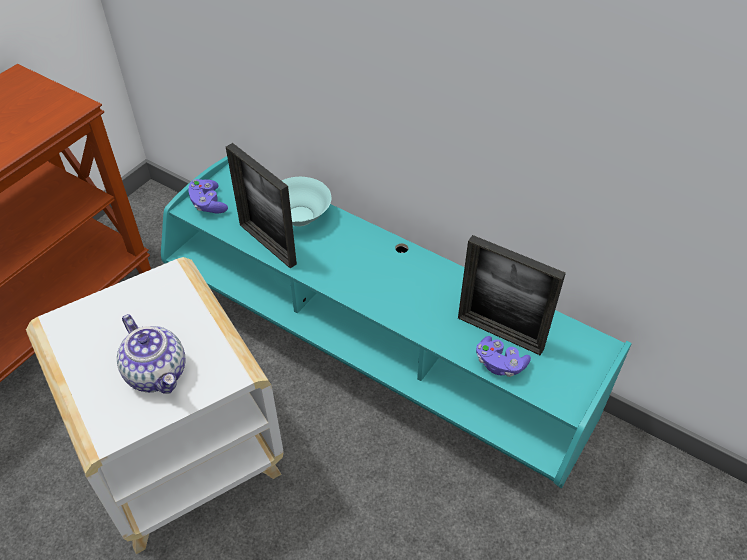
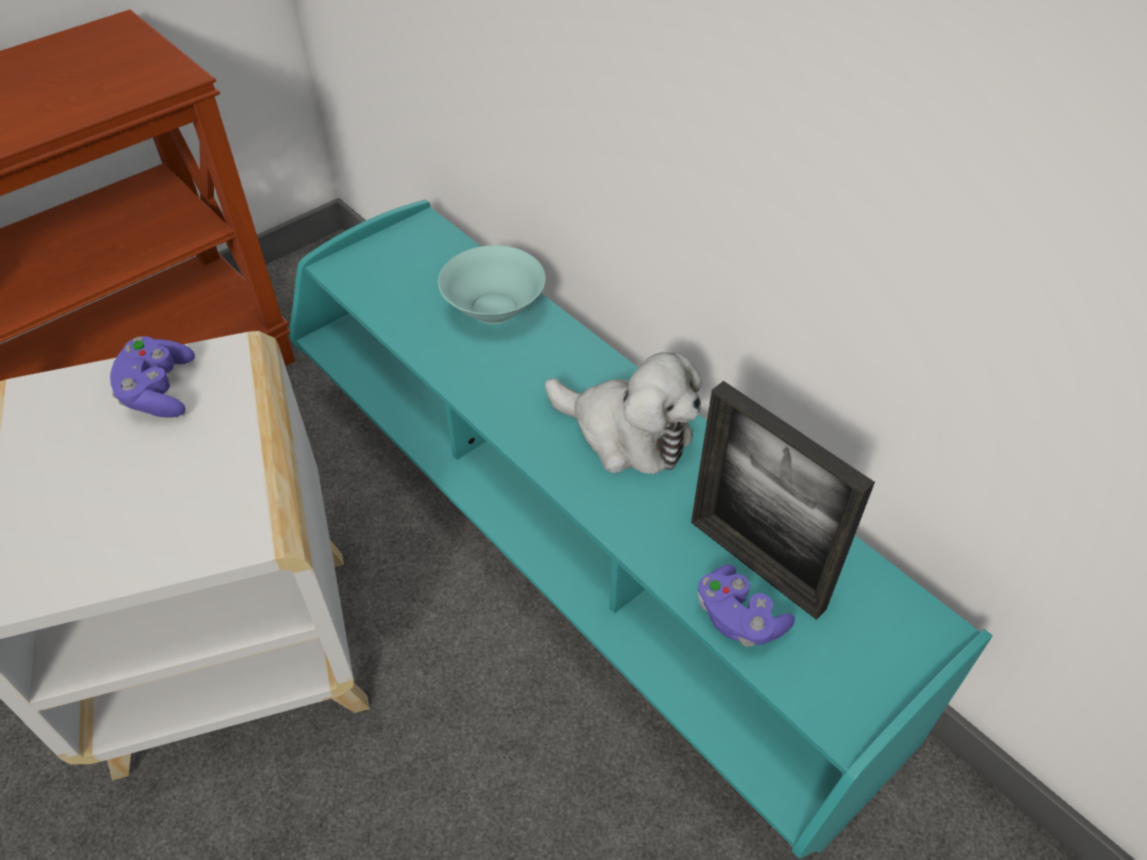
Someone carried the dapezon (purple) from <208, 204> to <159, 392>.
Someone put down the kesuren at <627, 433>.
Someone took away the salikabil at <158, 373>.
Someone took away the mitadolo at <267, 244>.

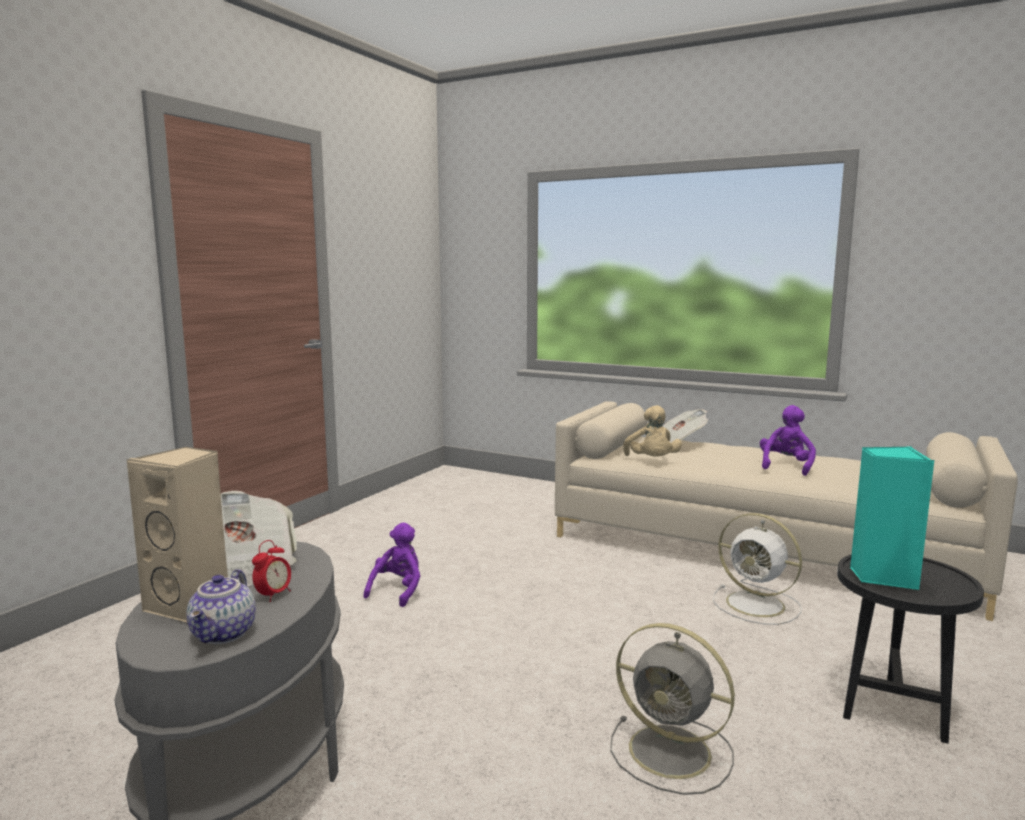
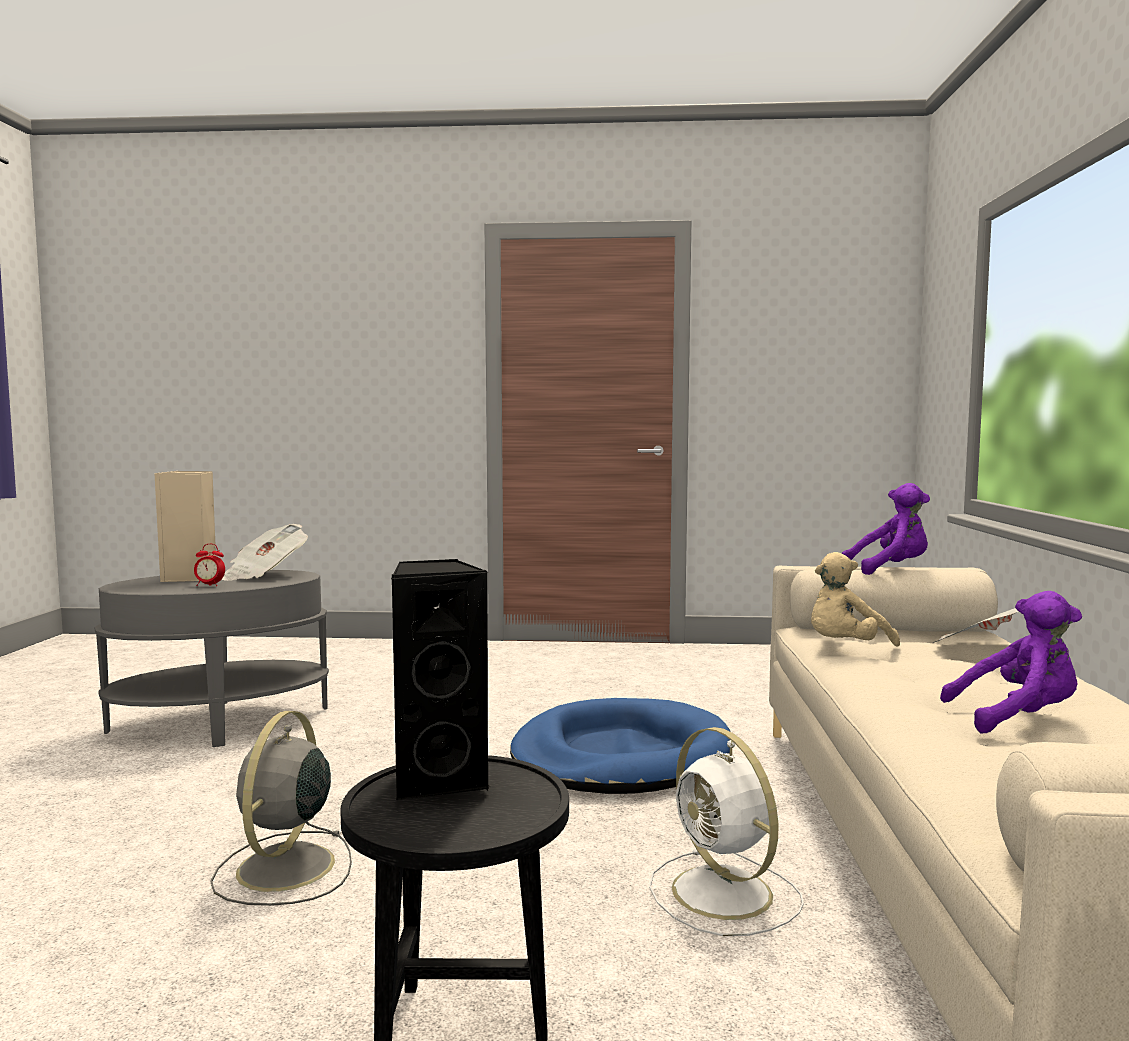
Someone repainted the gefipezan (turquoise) at <882, 576>, which became the gefipezan (black) at <439, 779>.
Someone put down the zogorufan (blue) at <620, 756>.
Someone rotated the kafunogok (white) at <758, 605> by 45 degrees counterclockwise.
Someone carried the kesuren (purple) from <398, 590> to <890, 570>.
Someone took away the salikabil at <224, 634>.

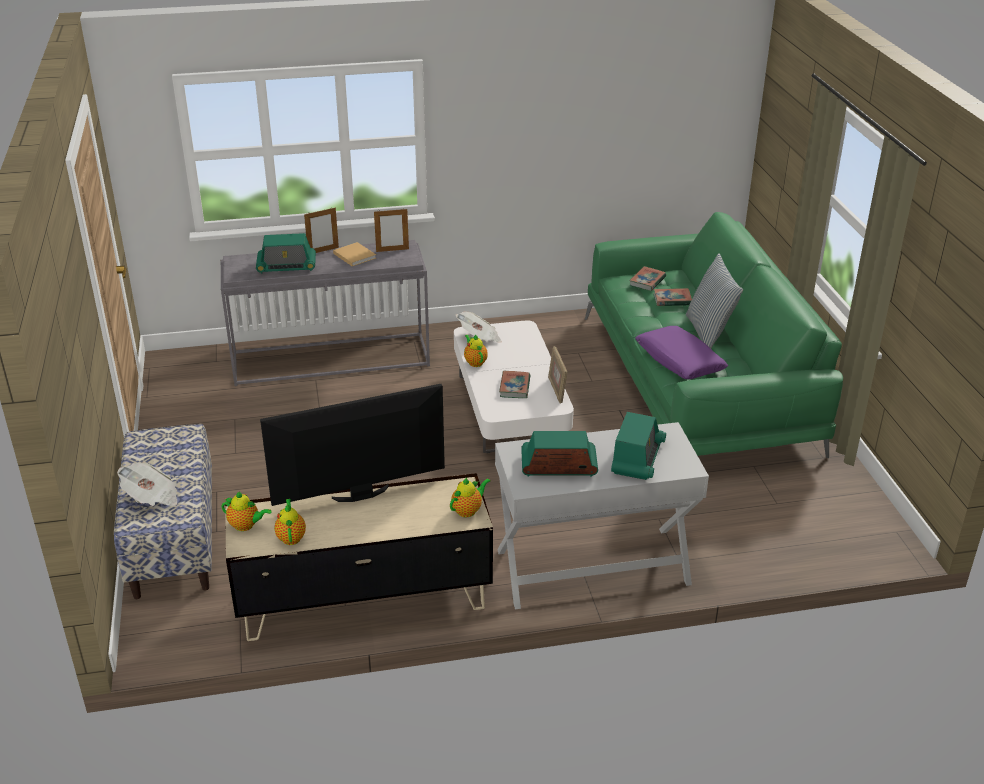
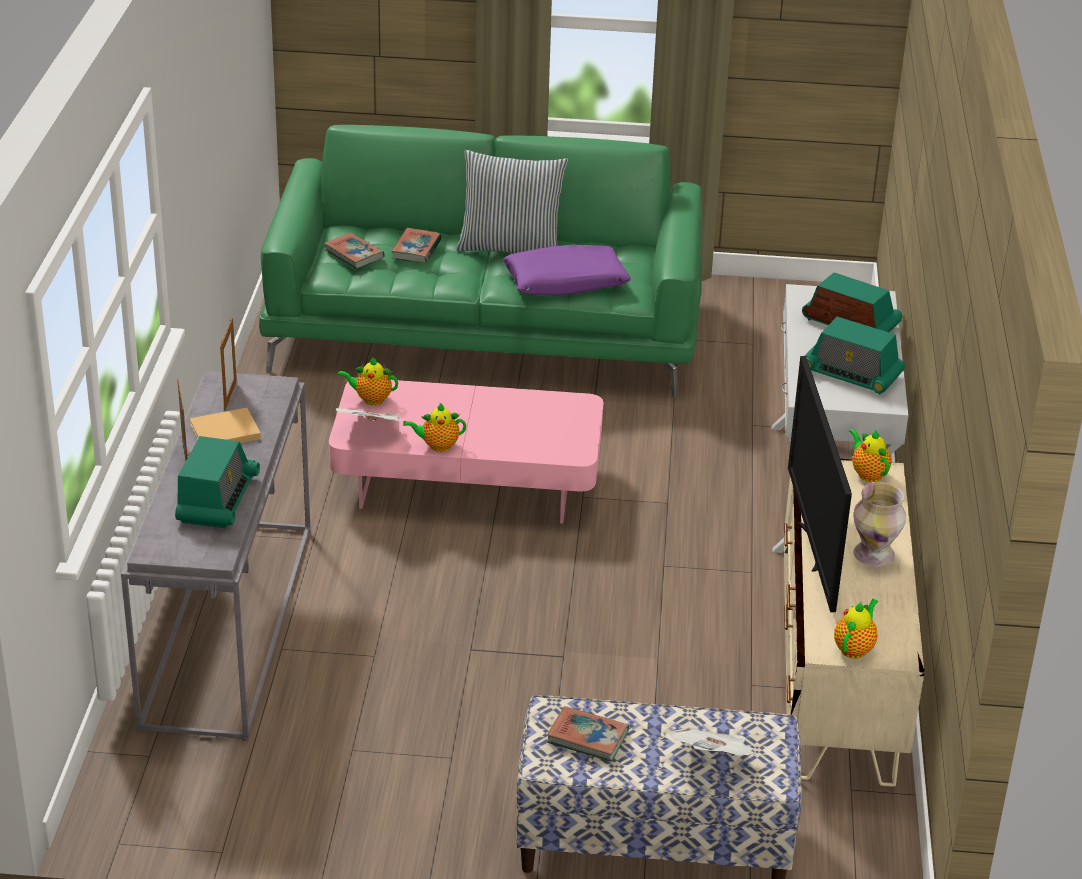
Someone repainted the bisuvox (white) at <510, 409>, which became the bisuvox (pink) at <467, 482>.
Someone carried the salikabil from <291, 537> to <371, 399>.
Someone carried the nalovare from <514, 387> to <587, 738>.
Someone rotated the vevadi at <558, 466> by 75 degrees counterclockwise.
Someone put down the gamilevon at <874, 556>.
Someone took away the mitadolo at <556, 390>.

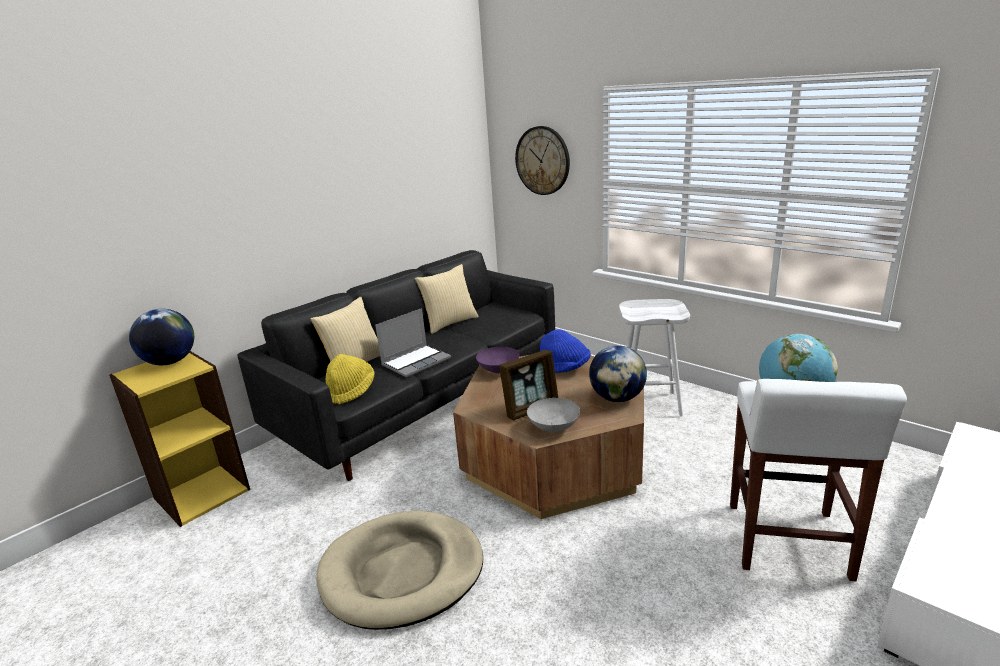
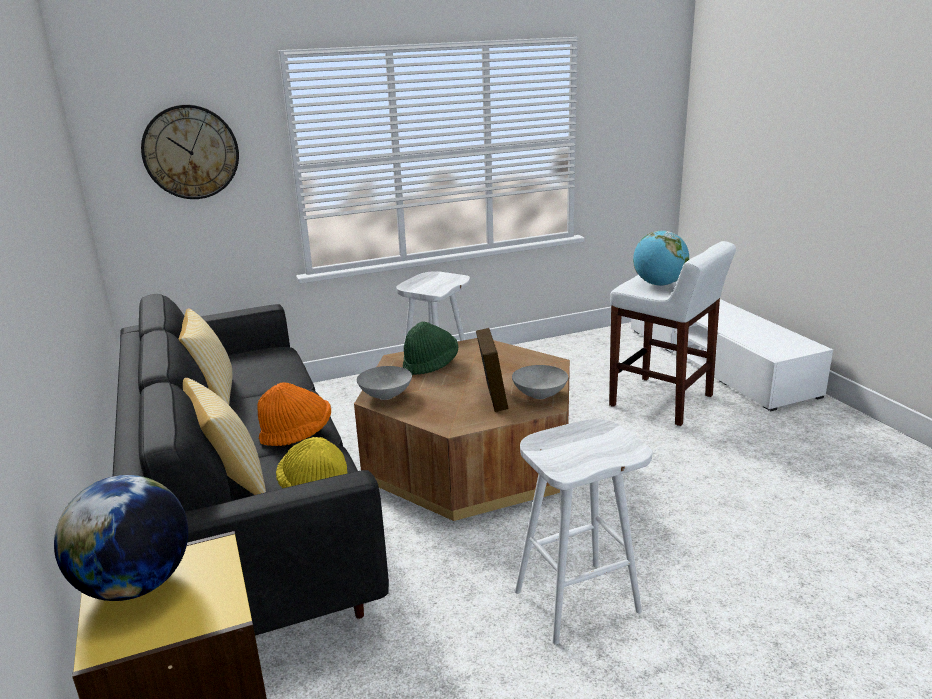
Someone swapped the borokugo at <416, 362> for the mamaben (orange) at <297, 435>.
Someone repainted the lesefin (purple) at <499, 370>, which became the lesefin (grey) at <385, 395>.
Someone repainted the mamaben (blue) at <565, 368>, which became the mamaben (green) at <430, 365>.
Someone swapped the zogorufan (beige) at <402, 572> for the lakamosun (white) at <577, 600>.
Someone took away the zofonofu at <617, 398>.

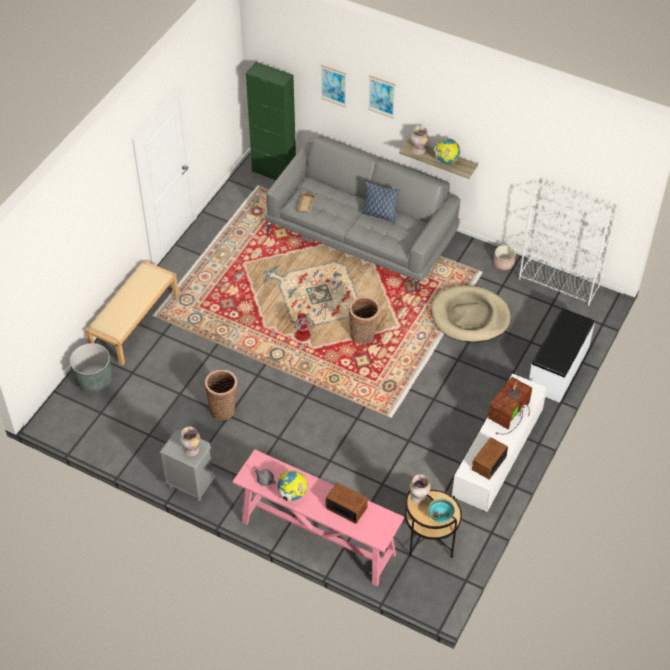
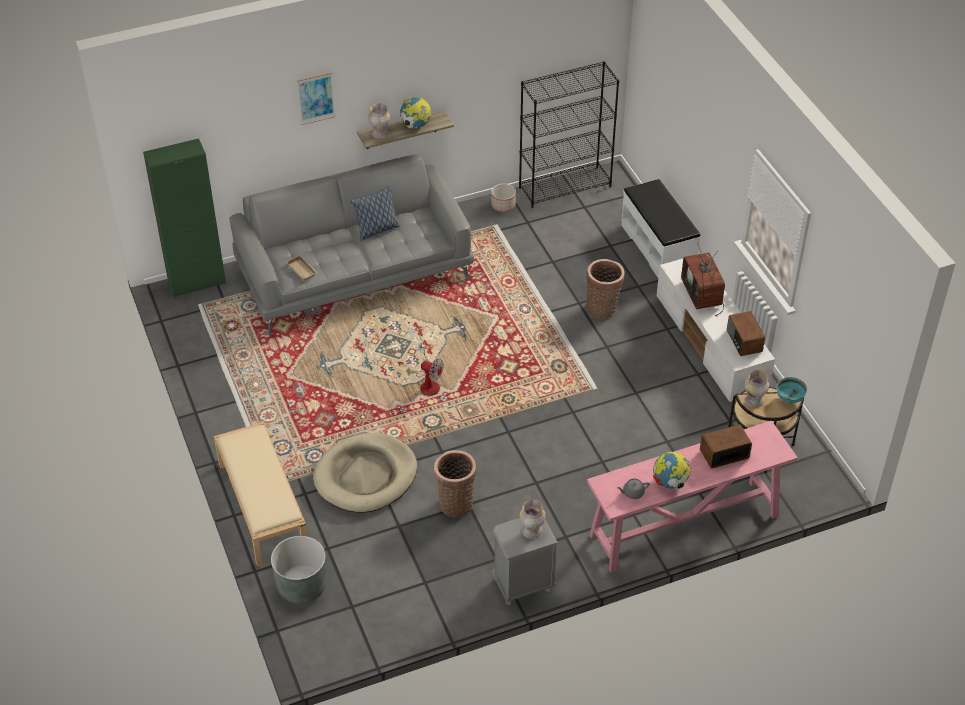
Someone carried the zogorufan (beige) from <470, 317> to <366, 476>.
Someone repainted the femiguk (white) at <559, 282>, which became the femiguk (black) at <565, 187>.
Someone carried the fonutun from <363, 335> to <602, 309>.
Someone took away the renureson at <333, 85>.

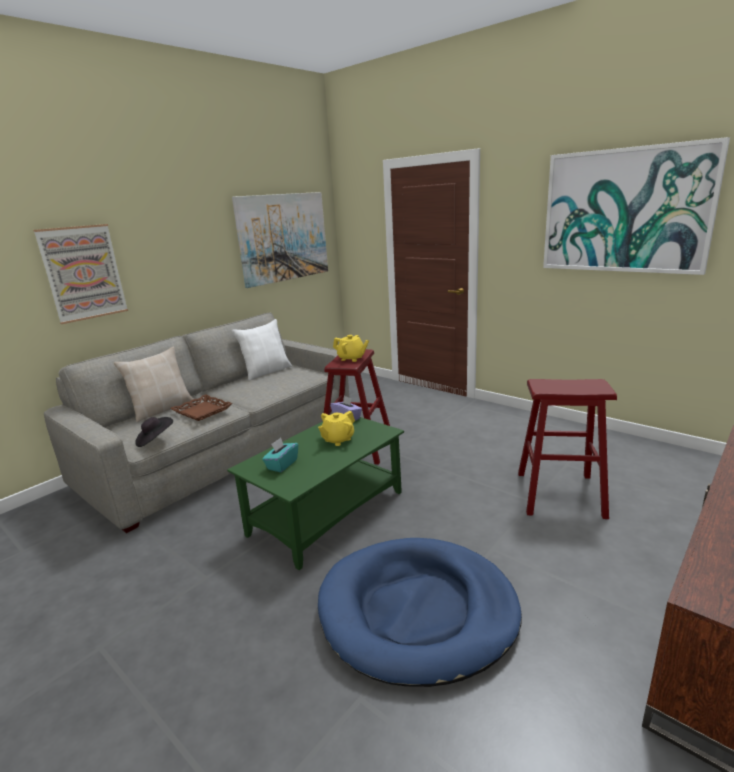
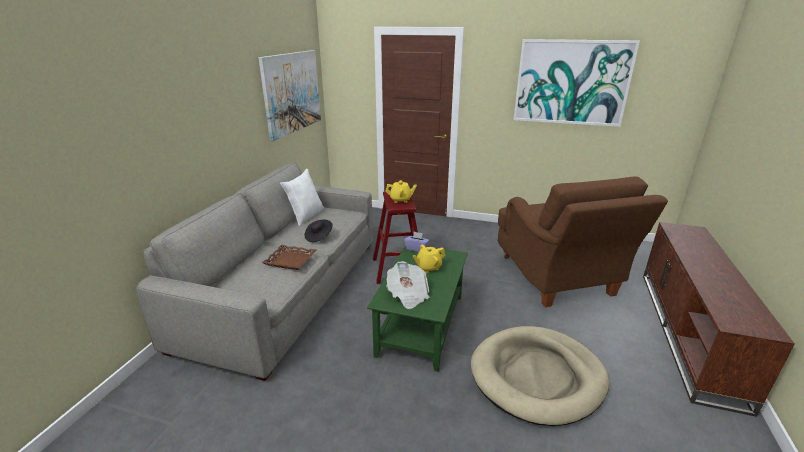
Someone carried the mamaben (black) from <155, 440> to <319, 236>.
Someone swapped the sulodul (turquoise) at <282, 464> for the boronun at <407, 295>.
Someone rotated the salikabil (yellow) at <337, 440> by 45 degrees clockwise.
Someone repainted the zogorufan (blue) at <417, 611>, which became the zogorufan (beige) at <537, 376>.
Someone swapped the lakamosun (red) at <559, 494> for the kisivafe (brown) at <558, 279>.
Someone took away the renureson at <83, 273>.
Someone took away the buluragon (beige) at <162, 409>.

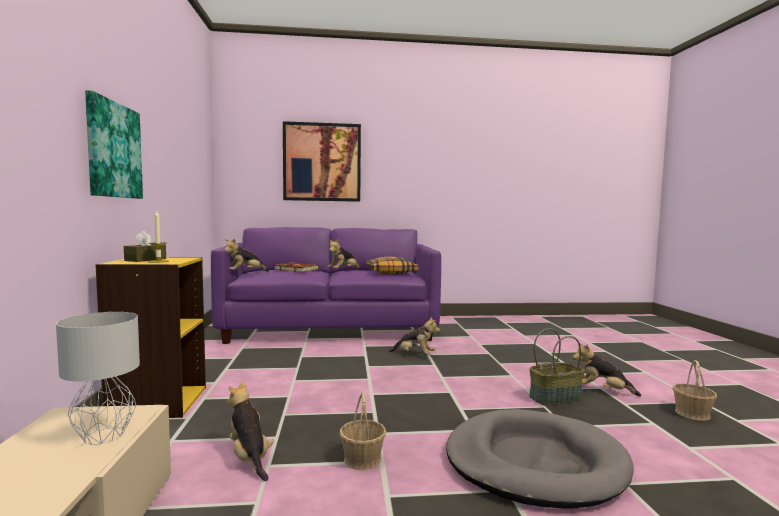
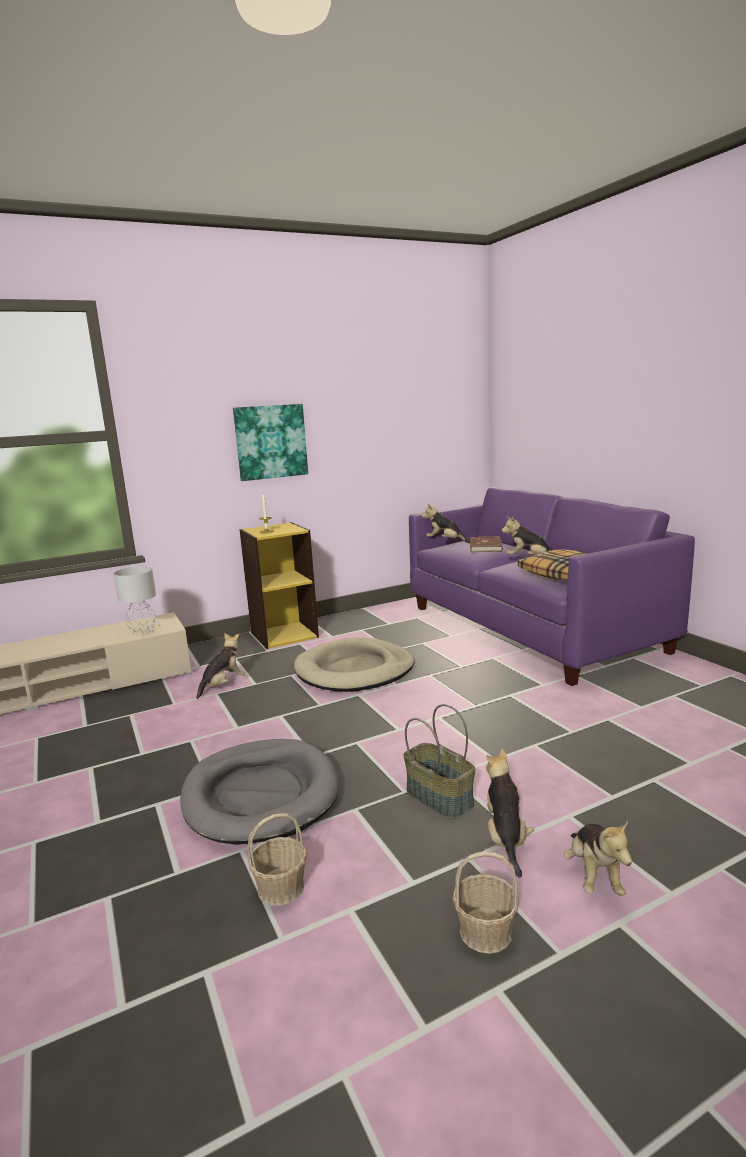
Someone carried the fonutun from <362, 459> to <281, 887>.
Someone put down the zogorufan (beige) at <355, 670>.
Someone carried the kesuren from <414, 355> to <594, 875>.
Someone took away the sulodul (brown) at <145, 260>.
Someone took away the renureson at <322, 162>.

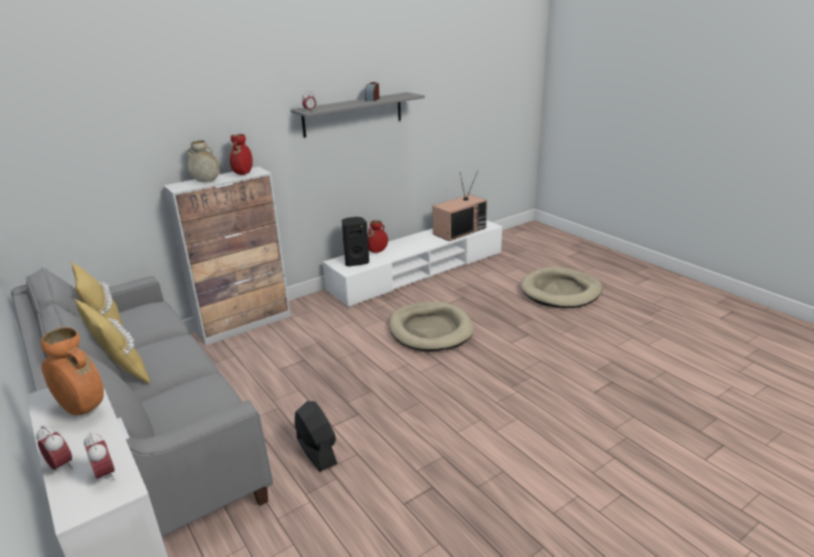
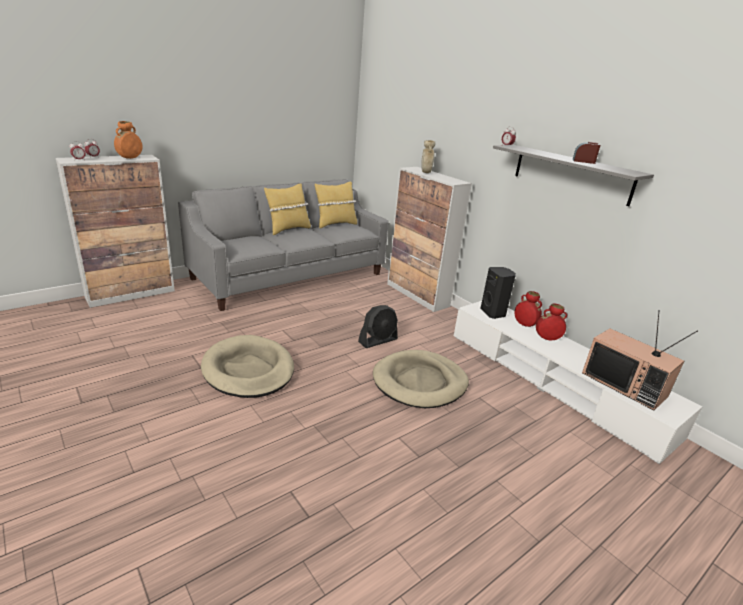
Someone carried the zogorufan (beige) from <560, 291> to <248, 370>.
Someone carried the kafunogok (black) from <316, 451> to <378, 340>.
Someone carried the gamilevon (red) from <243, 174> to <547, 338>.

